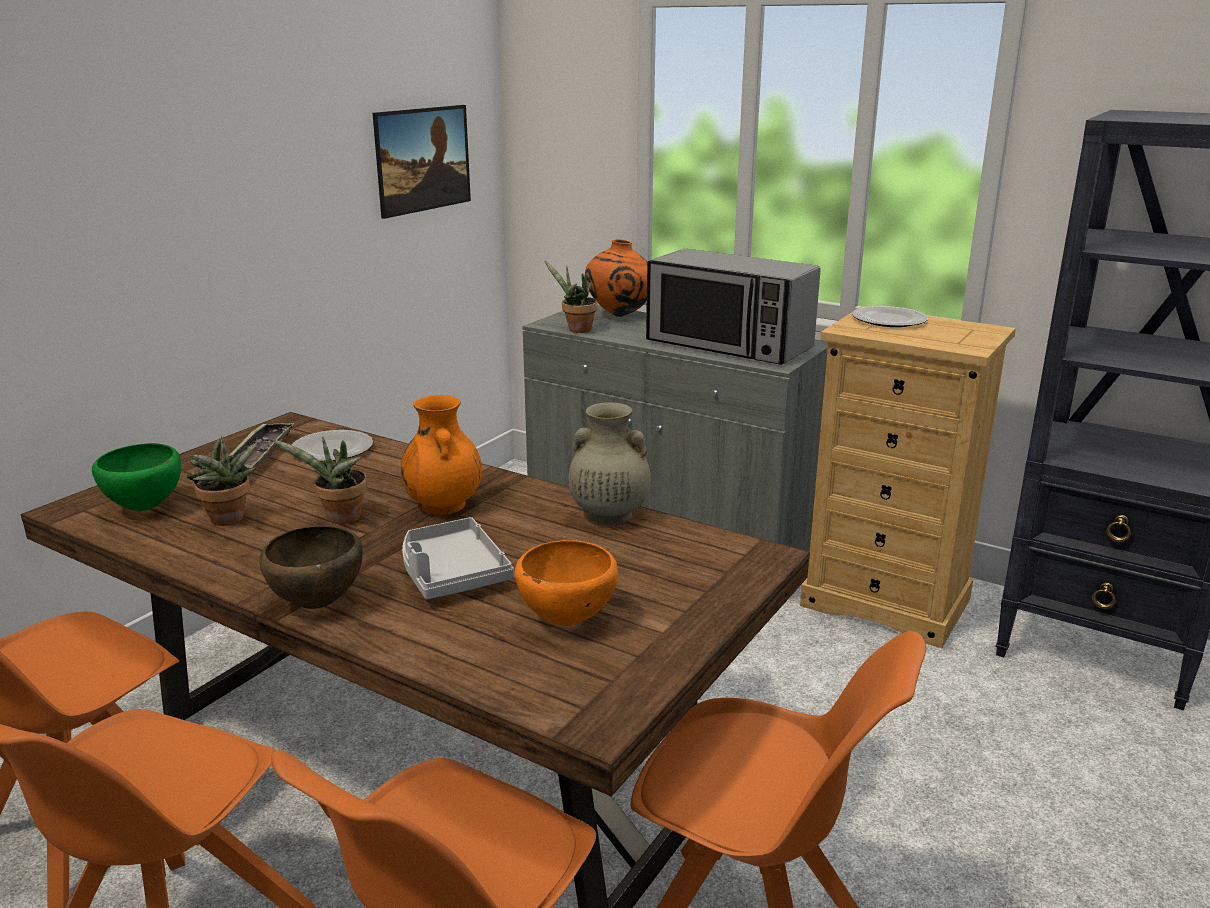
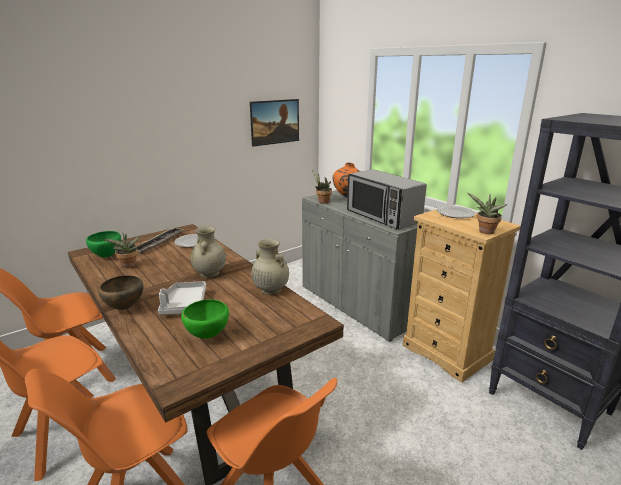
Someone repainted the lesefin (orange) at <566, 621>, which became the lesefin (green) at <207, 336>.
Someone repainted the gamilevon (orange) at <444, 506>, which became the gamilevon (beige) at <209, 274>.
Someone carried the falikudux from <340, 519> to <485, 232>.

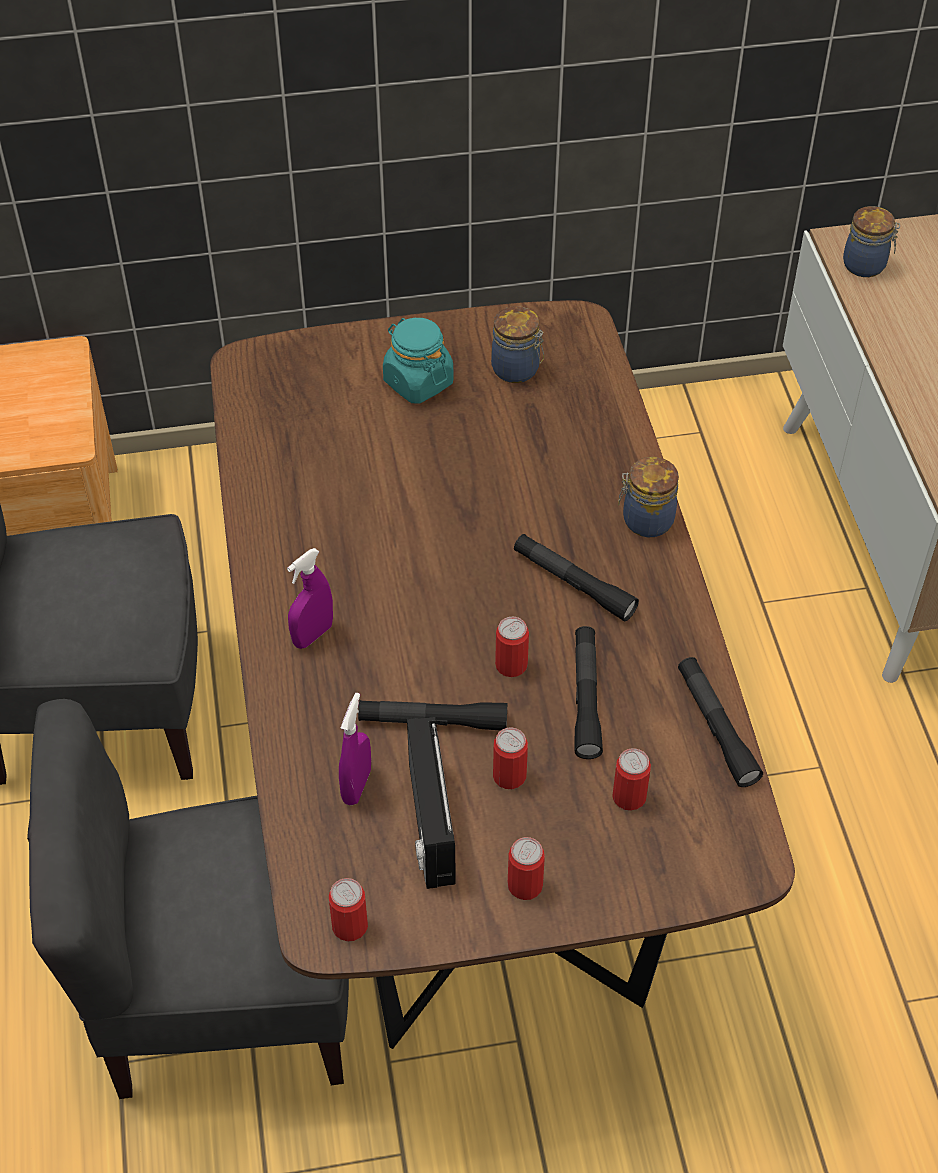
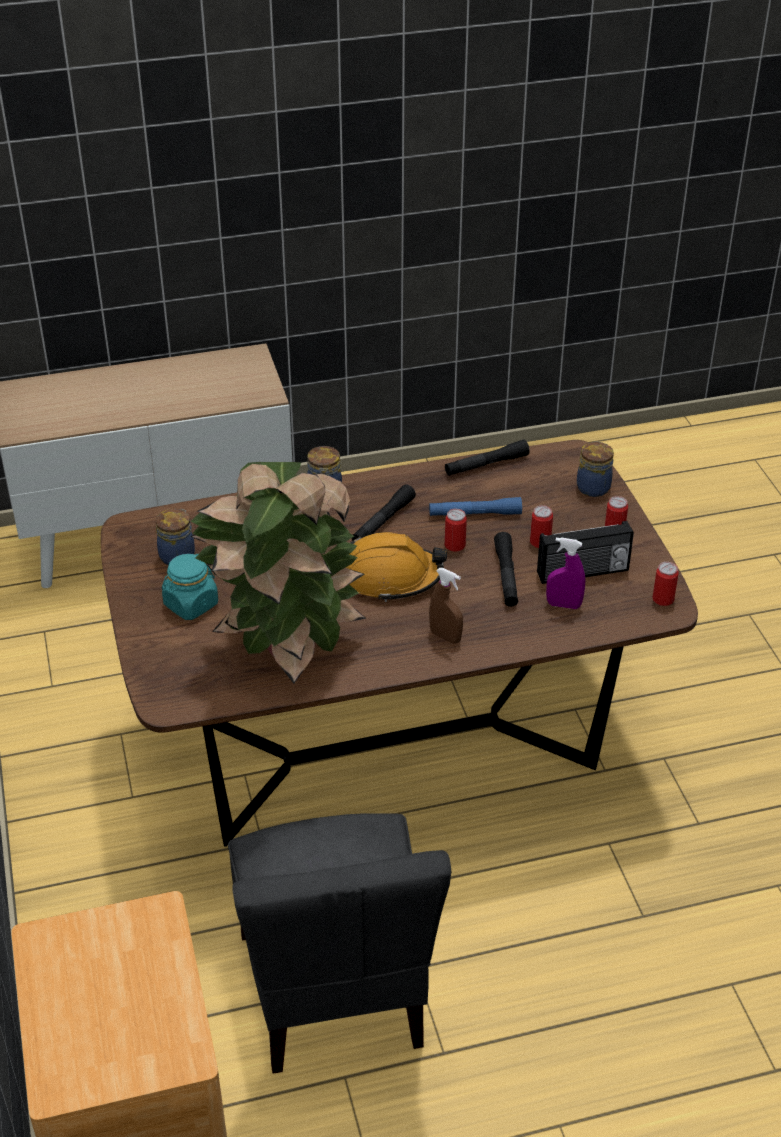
Someone put down the falikudux at <284, 645>.
Someone put down the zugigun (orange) at <391, 577>.
Someone repainted the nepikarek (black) at <586, 698>, which became the nepikarek (blue) at <475, 514>.
Someone repainted the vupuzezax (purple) at <312, 635>, which became the vupuzezax (brown) at <445, 636>.
Someone carried the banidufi from <866, 265> to <593, 487>.
Someone took away the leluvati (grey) at <225, 996>.
Someone took away the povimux at <629, 797>.

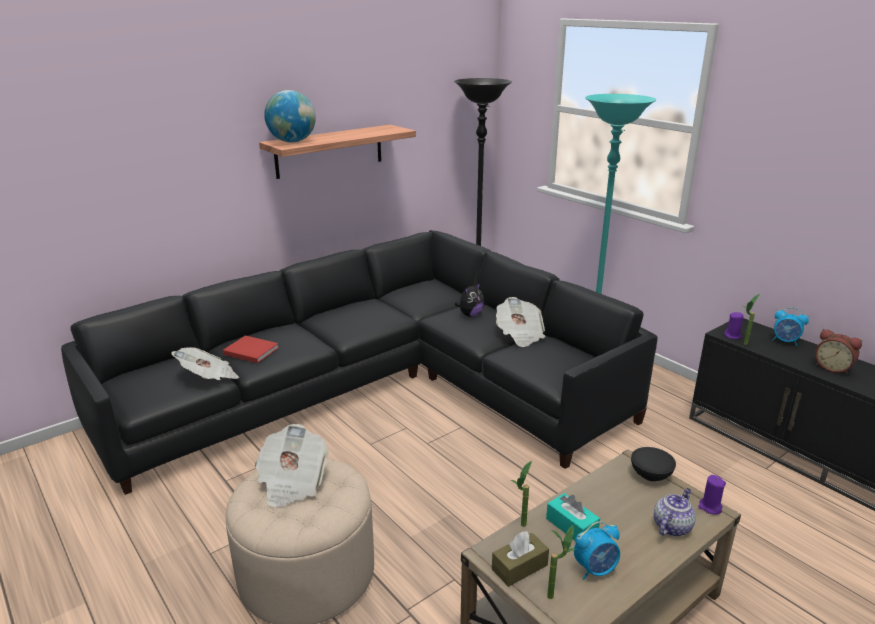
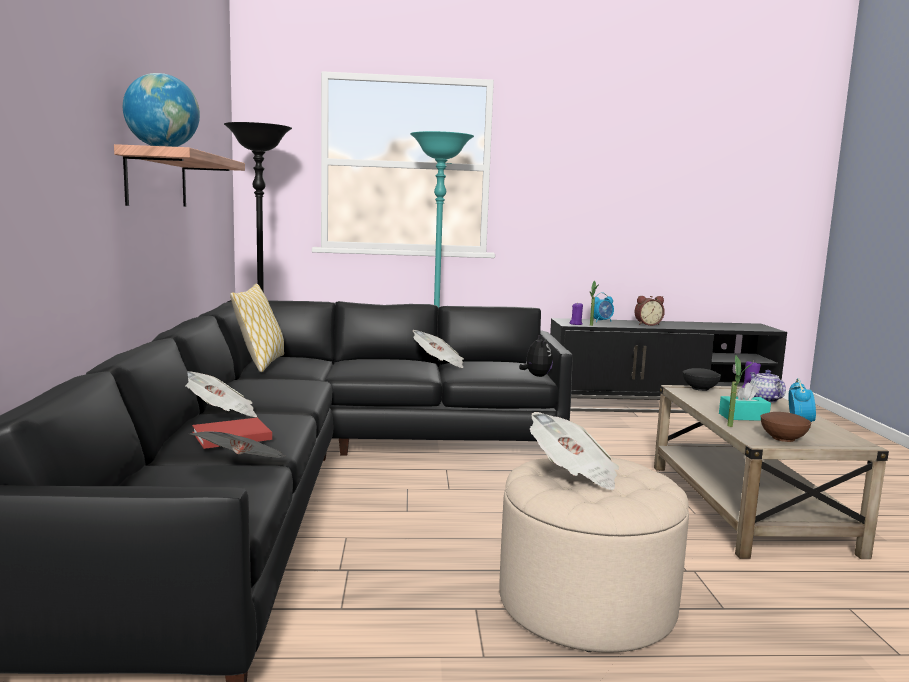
Someone put down the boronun at <220, 414>.
Someone put down the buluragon at <260, 363>.
Someone carried the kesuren from <470, 315> to <536, 376>.
Someone swapped the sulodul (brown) at <519, 567> for the lesefin (brown) at <784, 438>.
Someone took away the falikudux at <556, 594>.

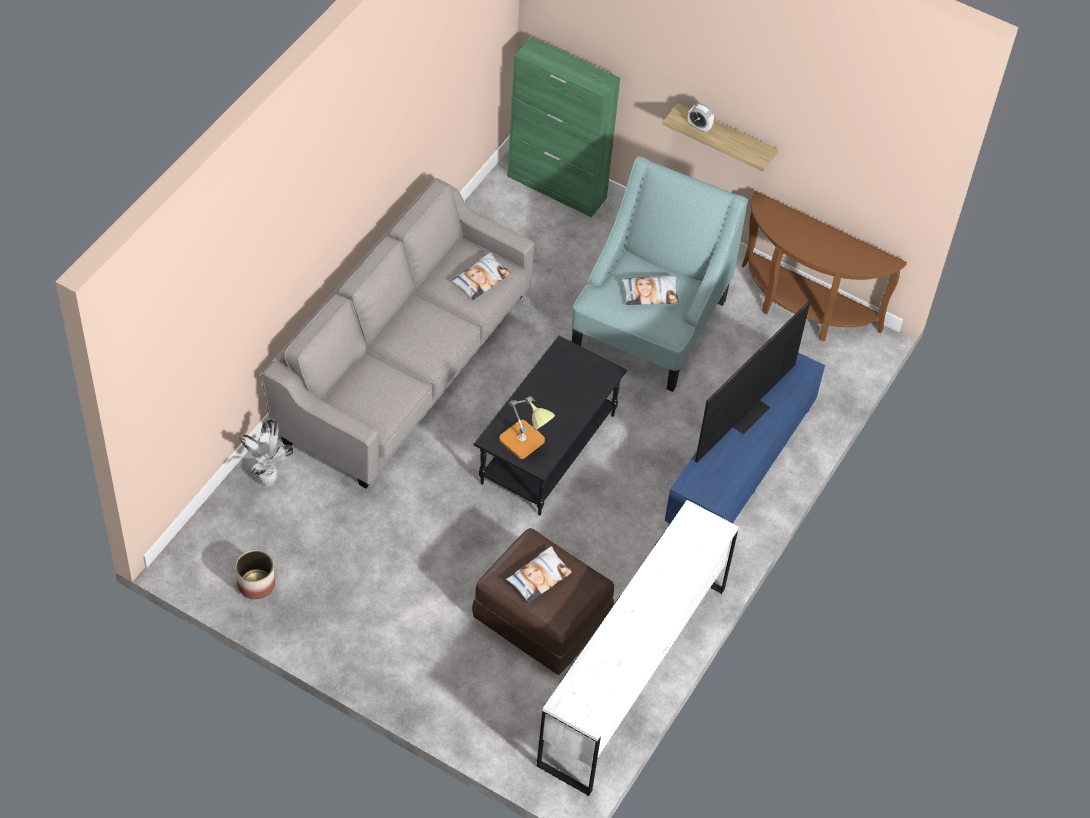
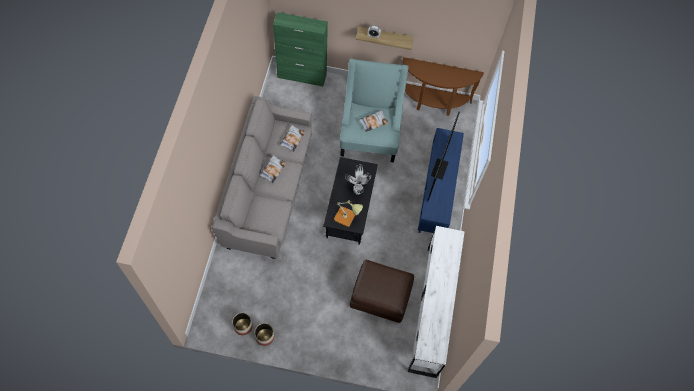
Someone put down the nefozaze at <264, 337>.
Someone carried the buluragon from <539, 577> to <272, 170>.
Someone carried the falikudux from <266, 481> to <357, 192>.

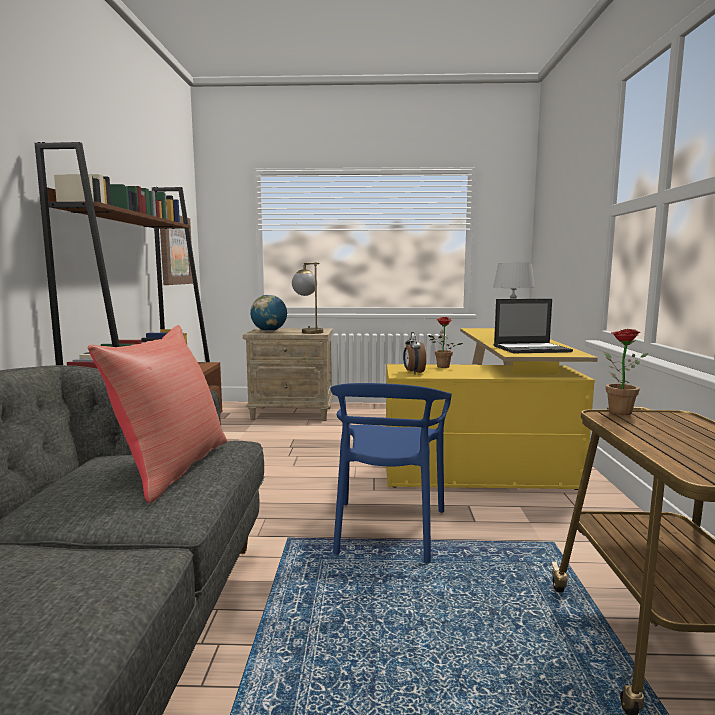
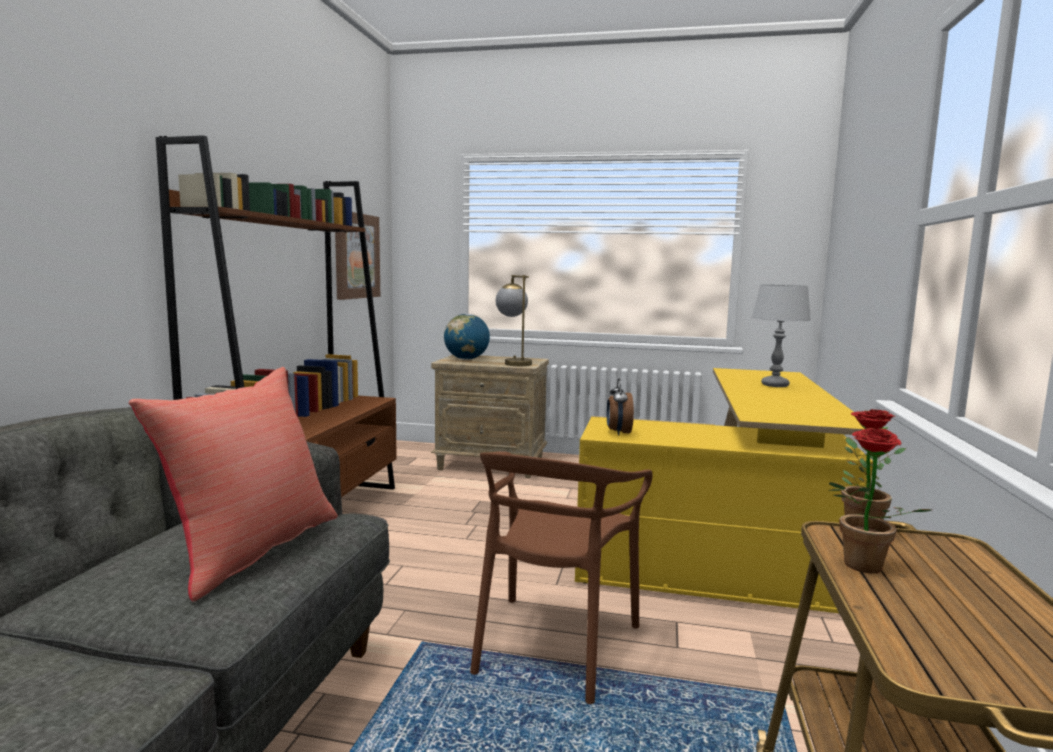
Someone repainted the leluvati (blue) at <387, 529>, which became the leluvati (brown) at <554, 645>.
Someone carried the falikudux from <441, 367> to <860, 568>.
Someone took away the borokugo at <532, 349>.

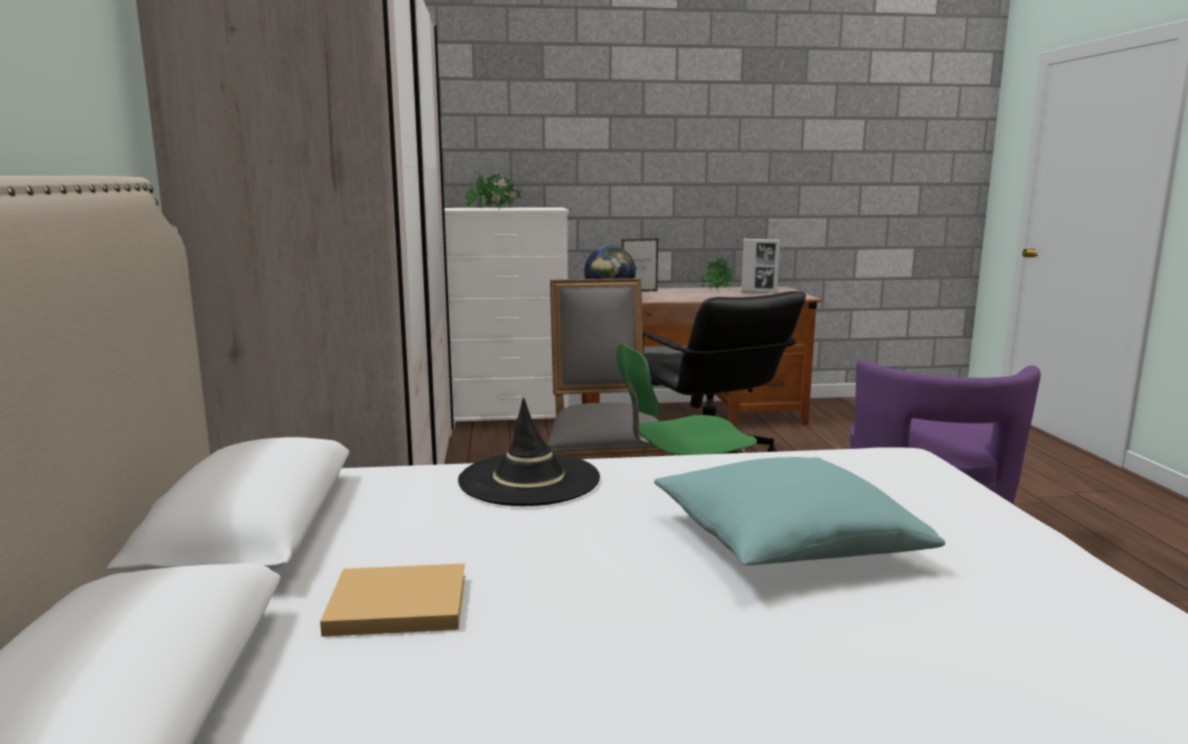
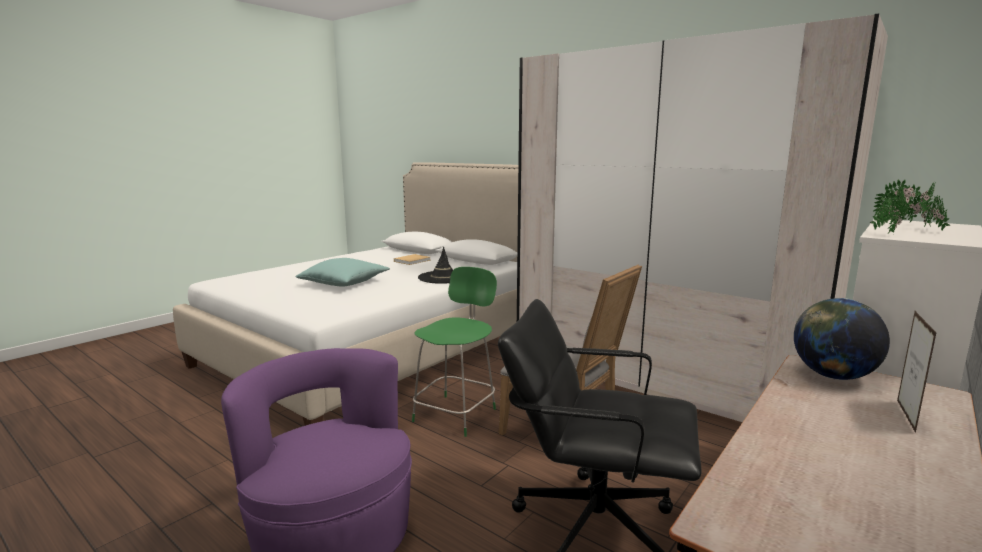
Someone carried the falikudux from <715, 290> to <886, 233>.
Someone took away the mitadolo at <759, 292>.

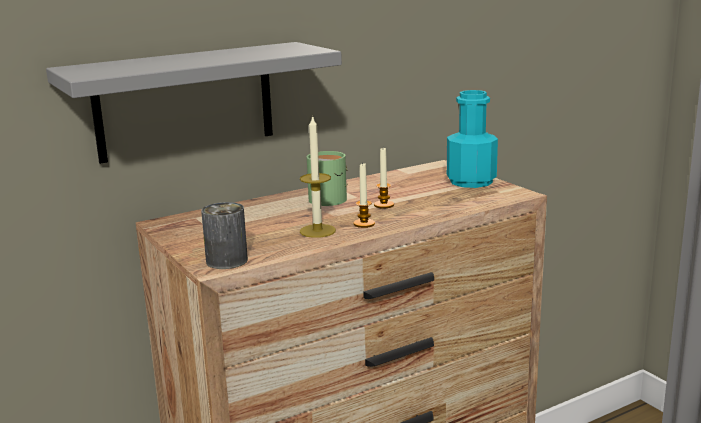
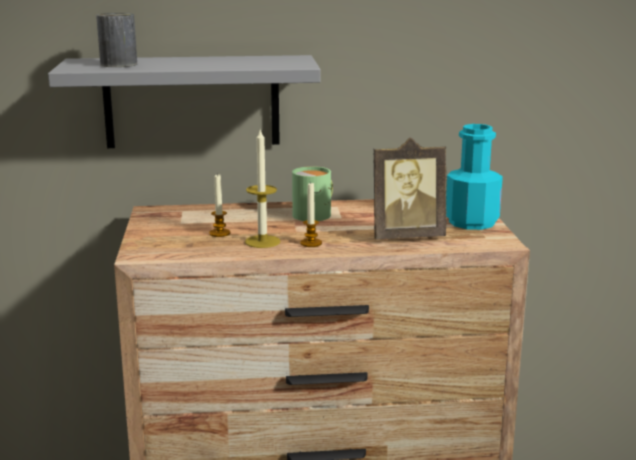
Someone carried the povimux from <227, 261> to <118, 64>.
Someone carried the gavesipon from <384, 205> to <219, 233>.
Someone put down the mitadolo at <406, 236>.

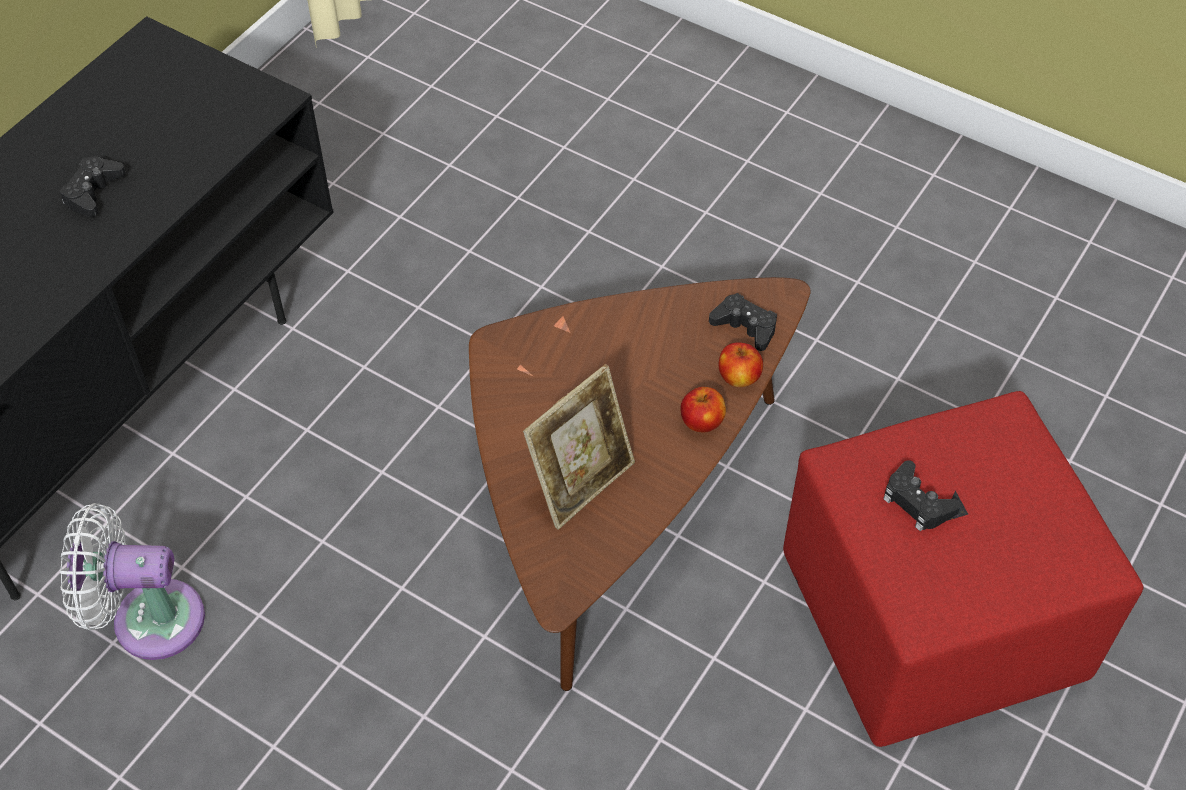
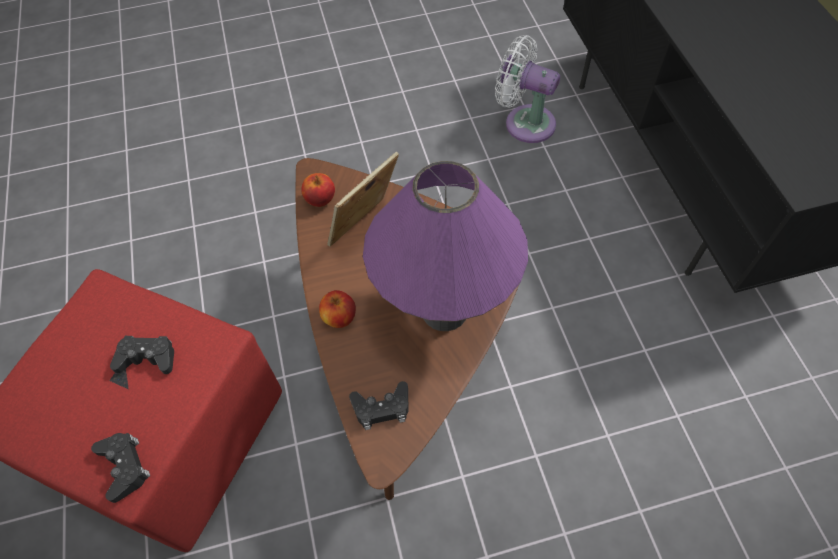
Someone carried the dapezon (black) from <93, 192> to <124, 466>.
Someone carried the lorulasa from <739, 378> to <320, 199>.
Someone rotated the mitadolo at <581, 483> by 45 degrees clockwise.
Someone put down the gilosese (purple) at <444, 310>.
Someone rotated the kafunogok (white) at <148, 619> by 105 degrees counterclockwise.

